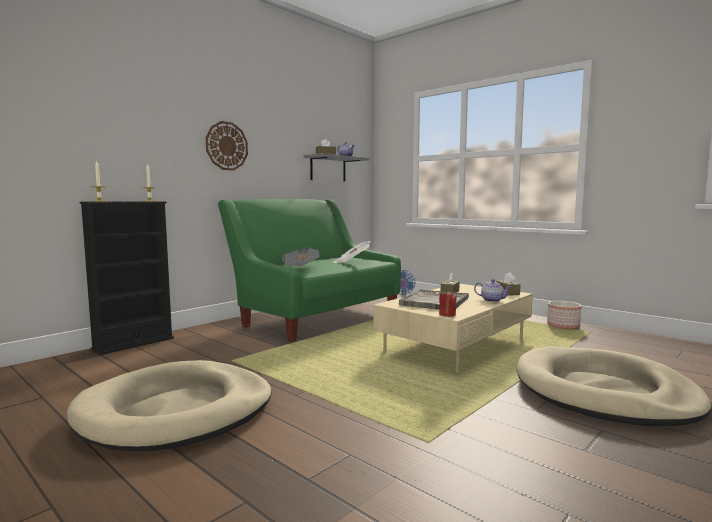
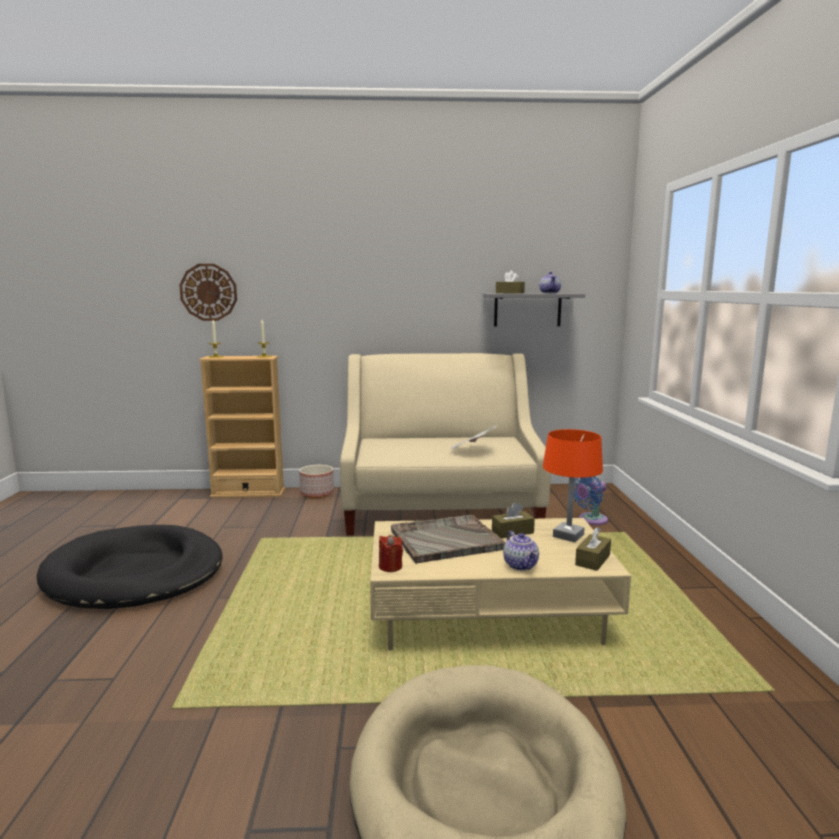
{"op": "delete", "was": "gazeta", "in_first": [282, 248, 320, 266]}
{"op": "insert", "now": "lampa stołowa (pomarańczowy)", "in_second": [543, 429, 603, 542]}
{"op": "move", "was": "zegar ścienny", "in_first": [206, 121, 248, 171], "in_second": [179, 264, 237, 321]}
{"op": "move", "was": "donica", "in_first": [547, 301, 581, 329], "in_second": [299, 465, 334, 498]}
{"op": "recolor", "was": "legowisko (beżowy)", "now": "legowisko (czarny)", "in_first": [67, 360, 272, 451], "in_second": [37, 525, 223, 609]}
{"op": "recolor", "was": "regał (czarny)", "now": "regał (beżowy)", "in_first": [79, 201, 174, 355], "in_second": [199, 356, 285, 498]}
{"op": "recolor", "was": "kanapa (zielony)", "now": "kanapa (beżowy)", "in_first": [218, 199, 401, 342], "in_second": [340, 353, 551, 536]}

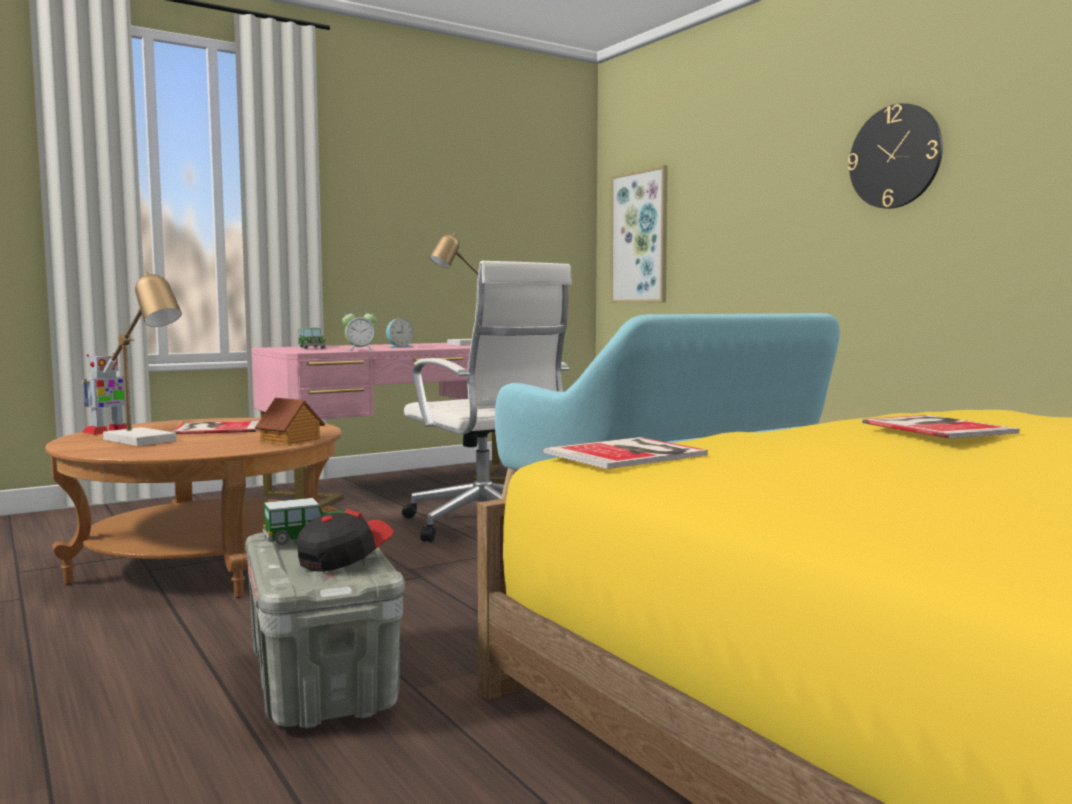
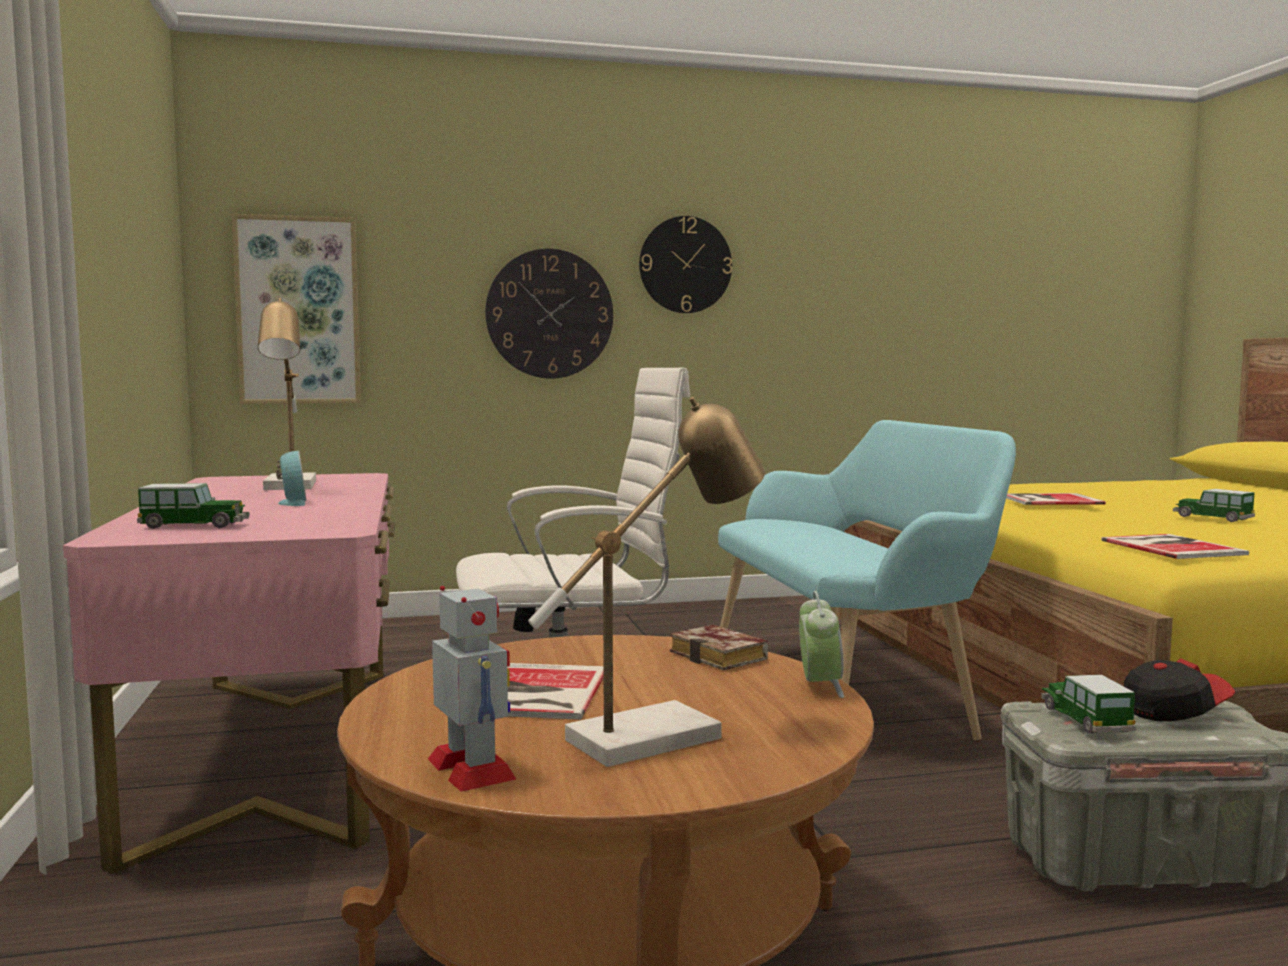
{"op": "insert", "now": "zegar ścienny", "in_second": [485, 248, 613, 379]}
{"op": "insert", "now": "samochodzik", "in_second": [1173, 489, 1255, 522]}
{"op": "move", "was": "budzik", "in_first": [342, 308, 377, 351], "in_second": [799, 591, 844, 698]}
{"op": "replace", "was": "domek", "now": "książka", "in_first": [255, 398, 325, 445], "in_second": [670, 625, 768, 670]}
{"op": "rotate", "was": "czapka z daszkiem", "in_first": [297, 509, 394, 572], "in_second": [1124, 658, 1235, 721], "clockwise": 105}

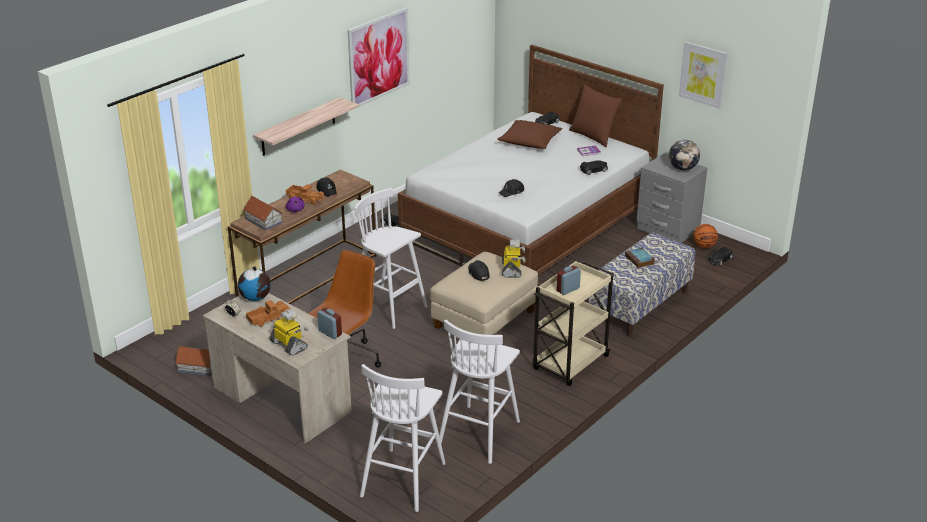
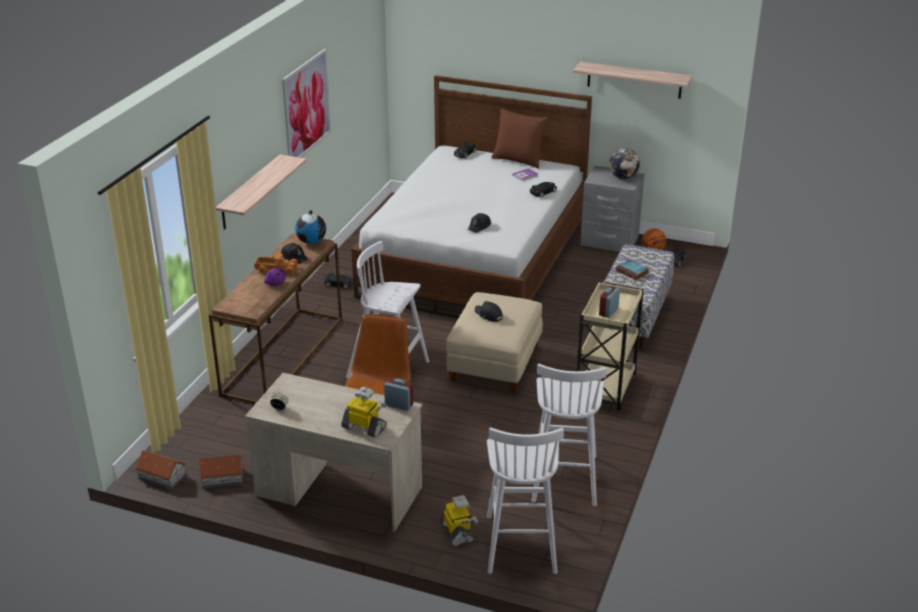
{"op": "delete", "was": "ciężarówka zabawkowa", "in_first": [246, 300, 291, 327]}
{"op": "delete", "was": "poduszka (brązowy)", "in_first": [498, 120, 562, 149]}
{"op": "move", "was": "globus", "in_first": [238, 266, 271, 301], "in_second": [295, 210, 326, 244]}
{"op": "move", "was": "domek", "in_first": [243, 196, 283, 231], "in_second": [135, 450, 186, 490]}
{"op": "move", "was": "robot zabawkowy", "in_first": [502, 239, 525, 278], "in_second": [440, 495, 478, 546]}
{"op": "replace", "was": "obraz", "now": "półka", "in_first": [679, 42, 728, 109], "in_second": [573, 62, 693, 99]}

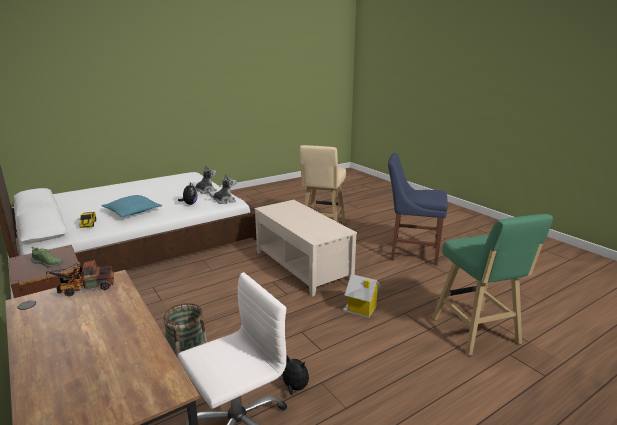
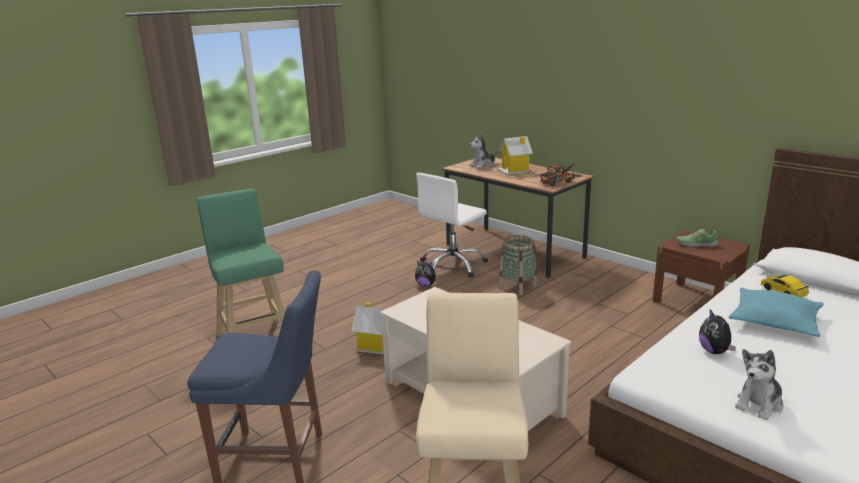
{"op": "insert", "now": "domek", "in_second": [498, 136, 533, 175]}
{"op": "move", "was": "pluszak", "in_first": [209, 174, 237, 204], "in_second": [469, 134, 498, 168]}

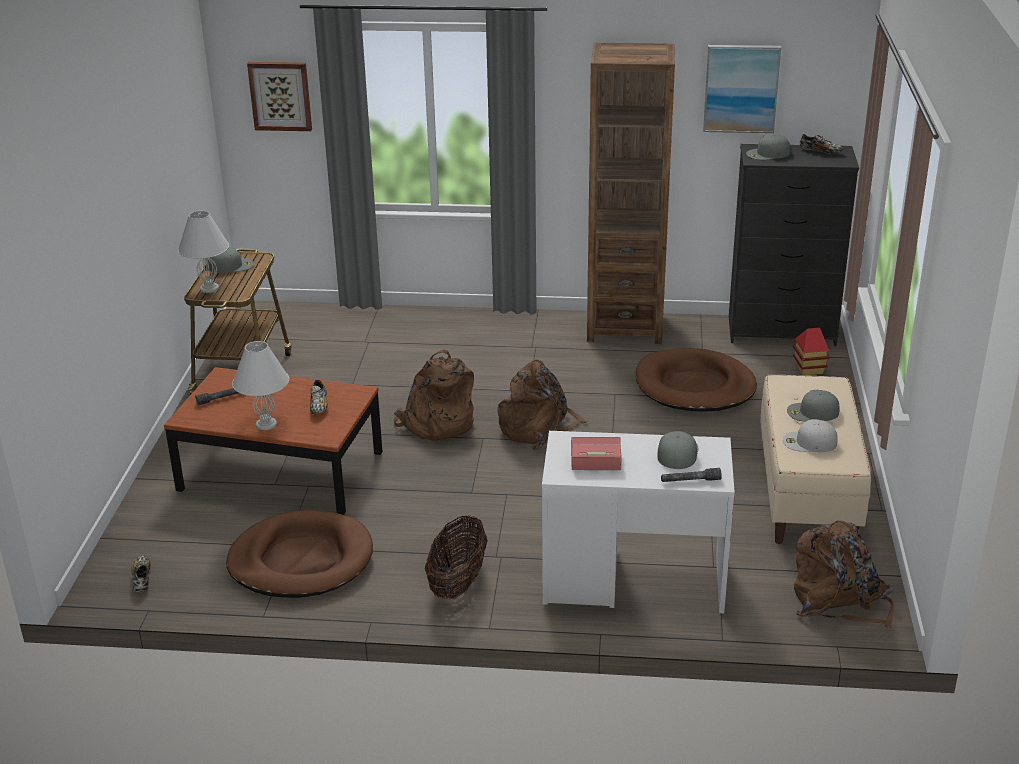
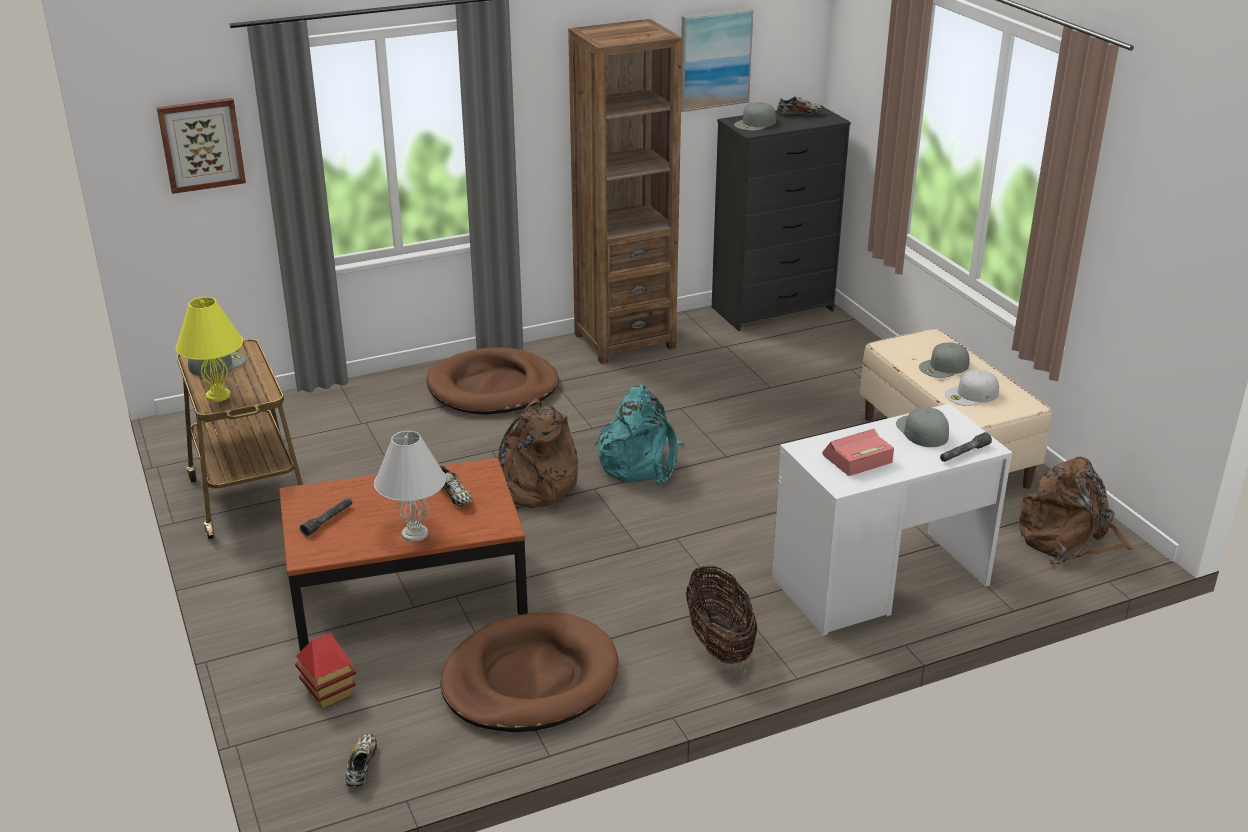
{"op": "move", "was": "legowisko (brązowy)", "in_first": [636, 348, 757, 412], "in_second": [426, 347, 559, 414]}
{"op": "move", "was": "domek", "in_first": [793, 328, 830, 375], "in_second": [295, 633, 356, 708]}
{"op": "recolor", "was": "lampa stołowa (biały)", "now": "lampa stołowa (żółty)", "in_first": [178, 211, 229, 293], "in_second": [176, 297, 243, 402]}
{"op": "recolor", "was": "plecak (brązowy)", "now": "plecak (turkusowy)", "in_first": [497, 360, 588, 450], "in_second": [595, 384, 684, 485]}
{"op": "rotate", "was": "but", "in_first": [131, 555, 151, 593], "in_second": [345, 734, 377, 789], "clockwise": 45}

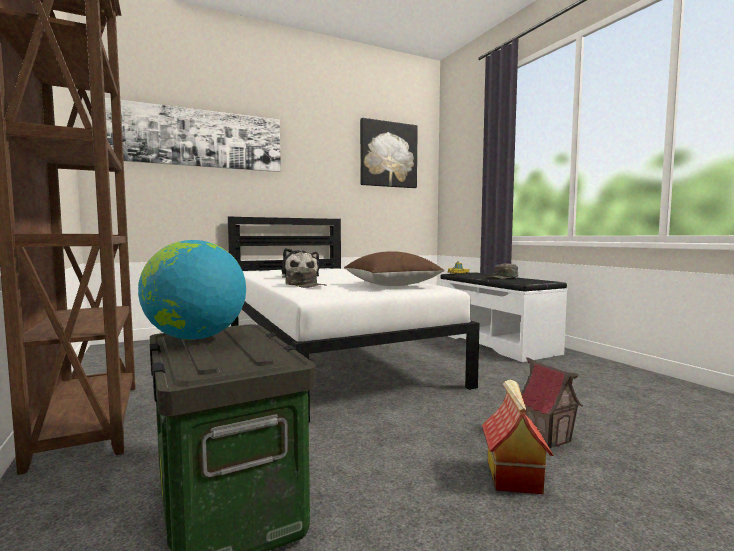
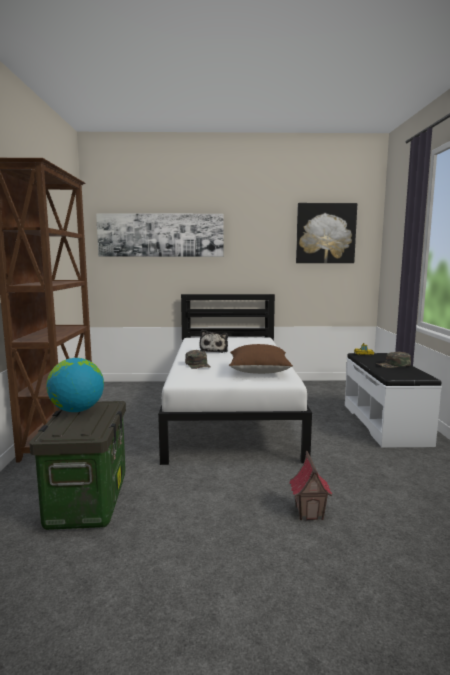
{"op": "delete", "was": "domek", "in_first": [482, 379, 554, 494]}

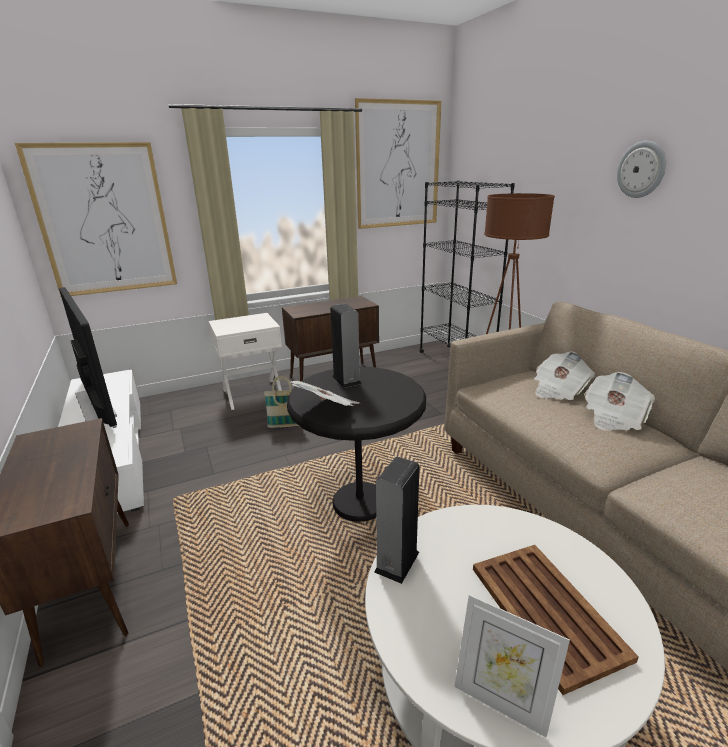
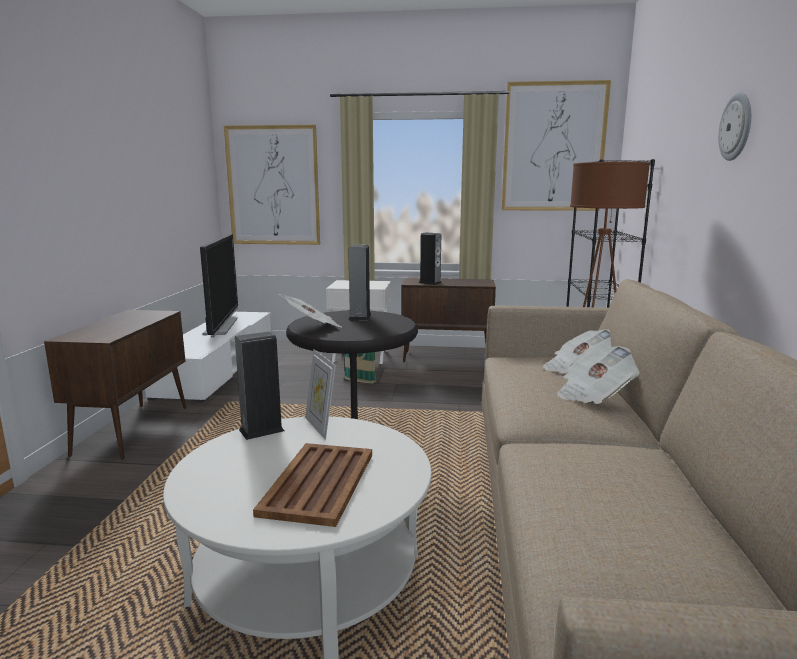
{"op": "insert", "now": "głośnik", "in_second": [419, 233, 442, 285]}
{"op": "move", "was": "ramka na zdjęcie", "in_first": [454, 595, 570, 738], "in_second": [305, 349, 336, 440]}

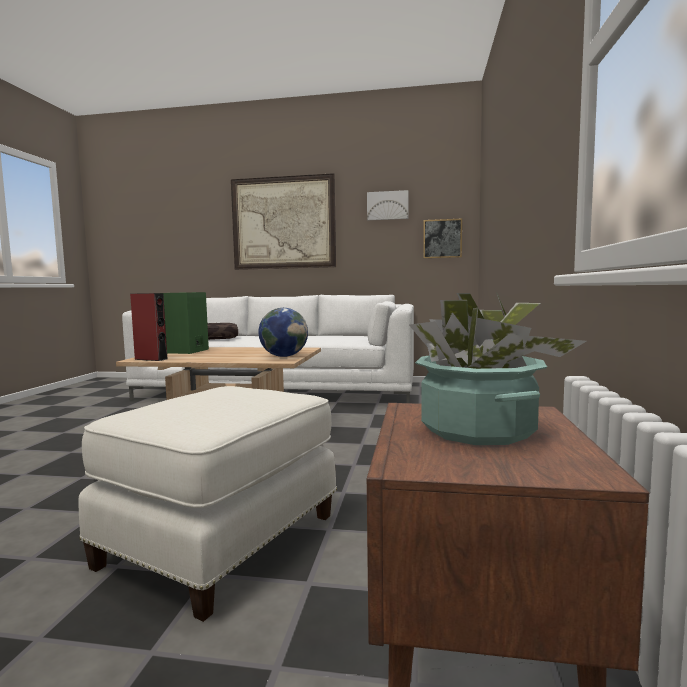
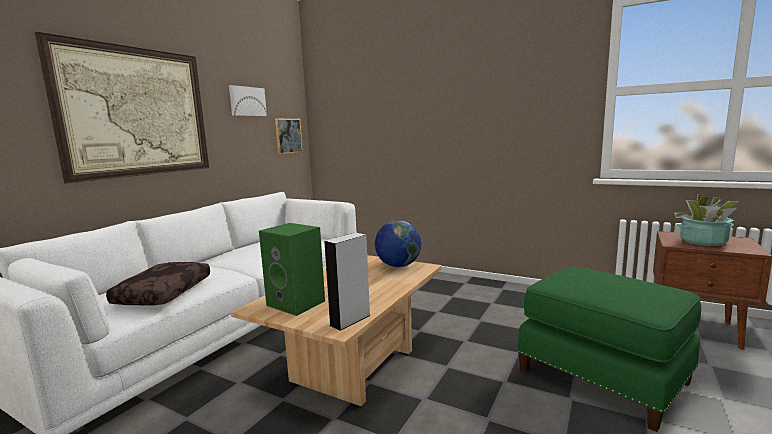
{"op": "recolor", "was": "pufa (biały)", "now": "pufa (zielony)", "in_first": [78, 386, 337, 622], "in_second": [517, 267, 701, 432]}
{"op": "recolor", "was": "głośnik (czerwony)", "now": "głośnik (szary)", "in_first": [130, 293, 167, 361], "in_second": [324, 233, 371, 331]}

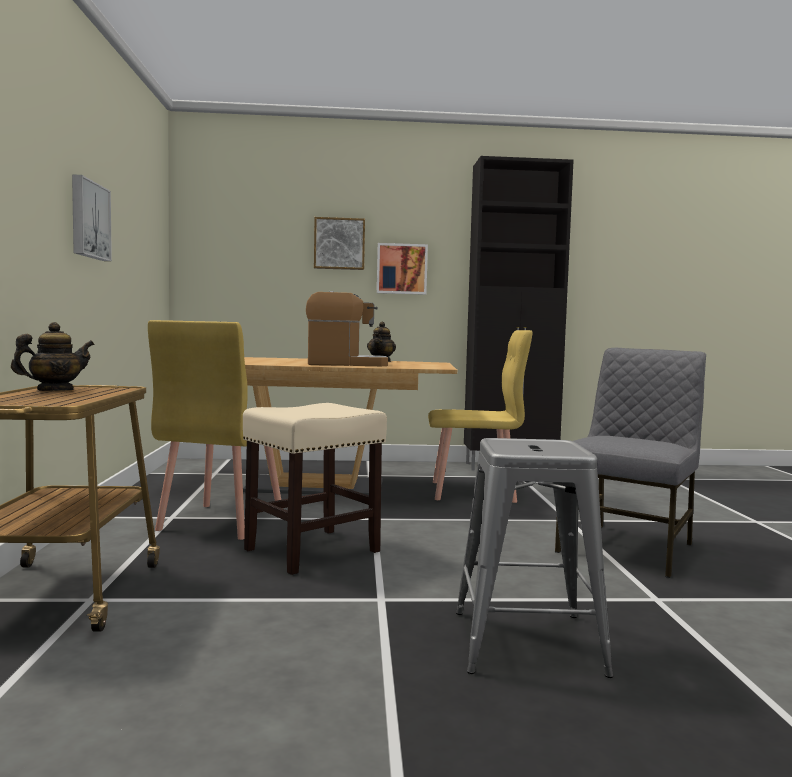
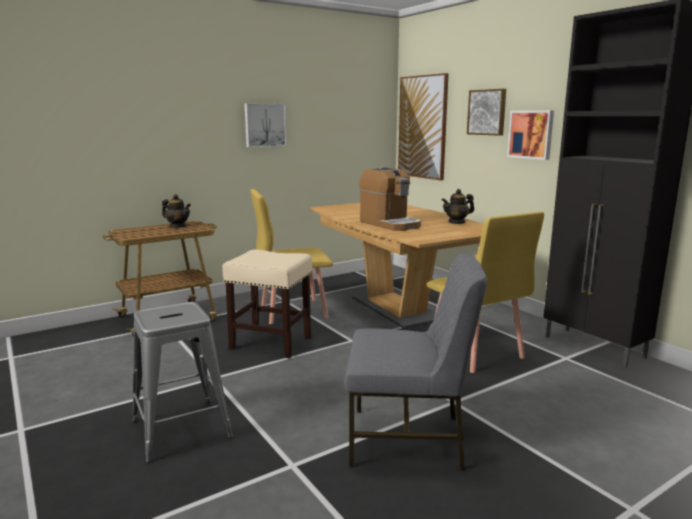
{"op": "insert", "now": "obraz", "in_second": [398, 73, 449, 180]}

